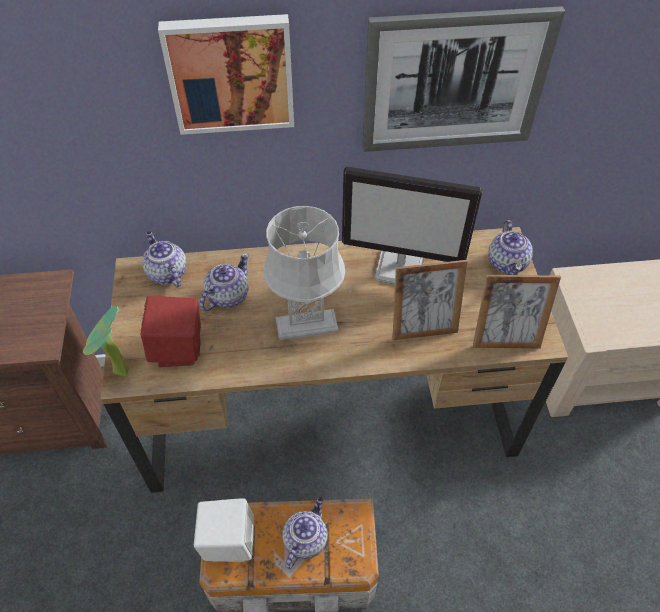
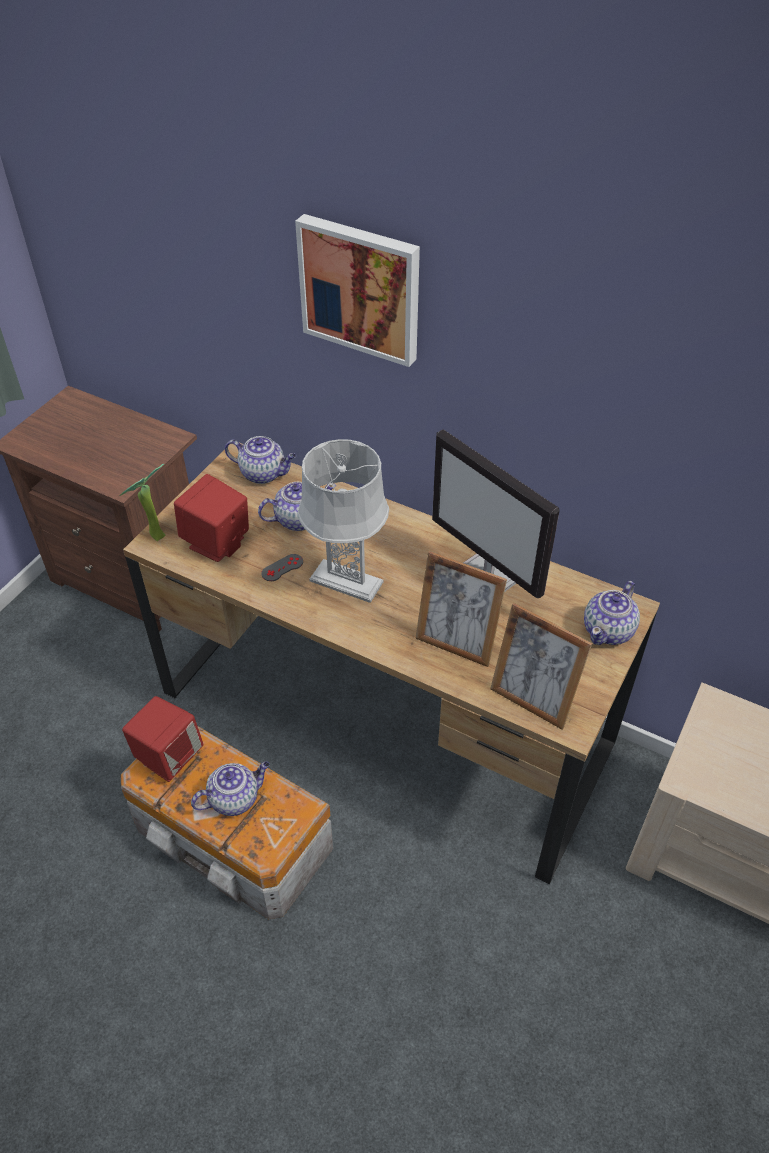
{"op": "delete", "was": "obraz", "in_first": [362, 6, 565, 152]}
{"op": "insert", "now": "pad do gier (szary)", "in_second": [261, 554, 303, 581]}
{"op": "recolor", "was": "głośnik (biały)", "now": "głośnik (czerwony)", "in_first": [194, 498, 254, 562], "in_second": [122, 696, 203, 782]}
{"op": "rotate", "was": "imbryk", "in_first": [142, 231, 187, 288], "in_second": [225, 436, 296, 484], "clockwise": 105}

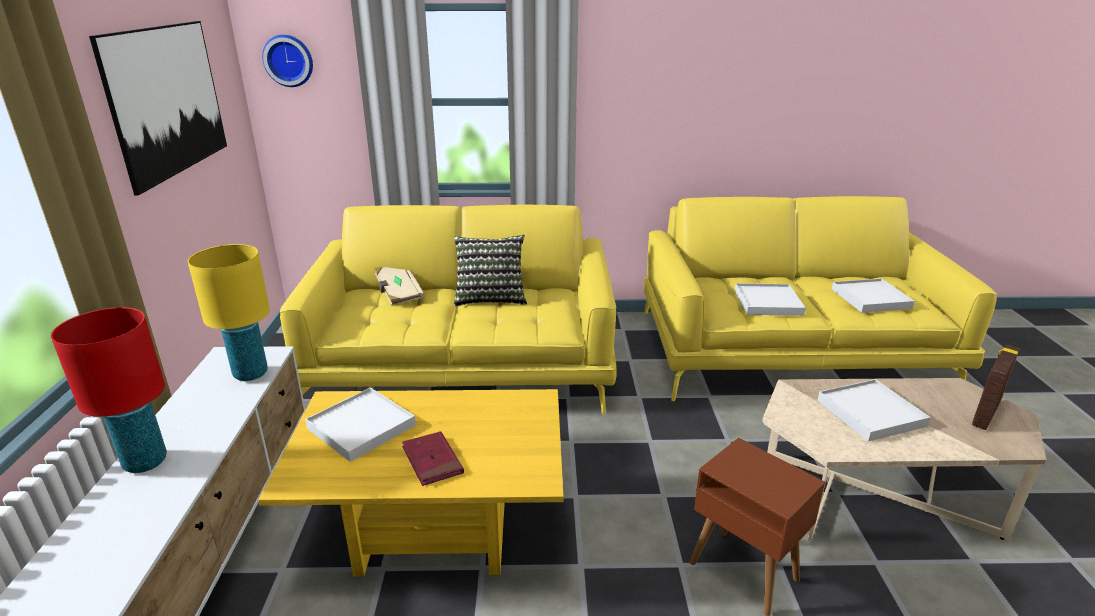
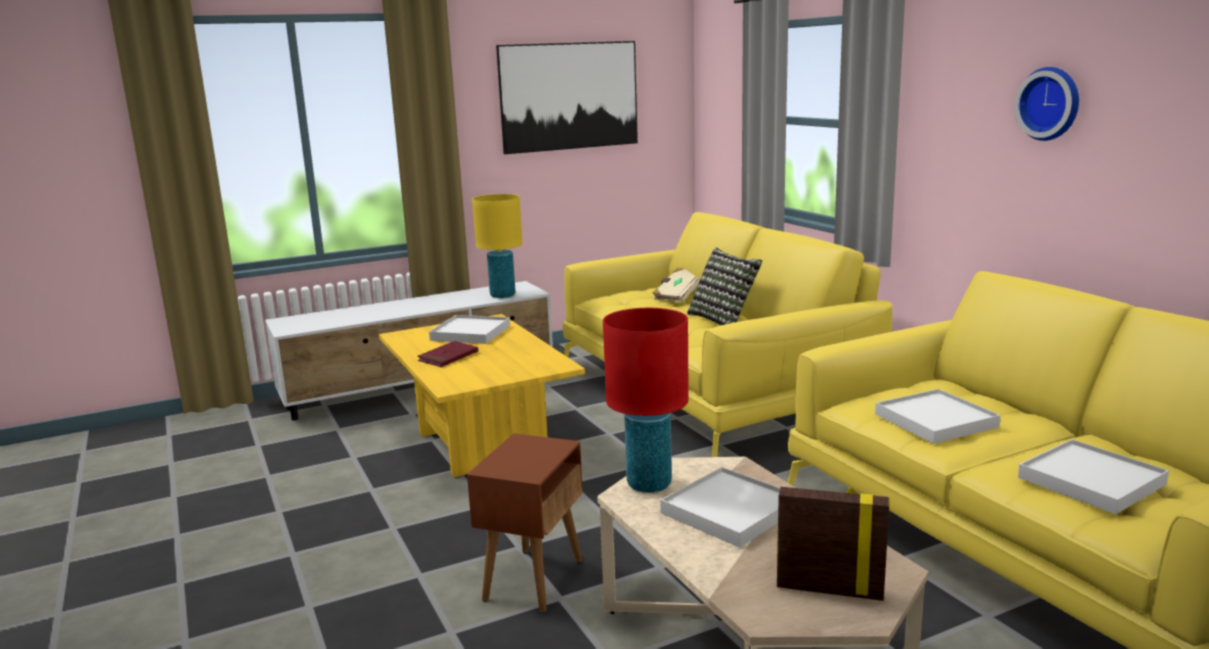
{"op": "move", "was": "lampa stołowa (czerwony)", "in_first": [51, 307, 167, 473], "in_second": [603, 308, 689, 493]}
{"op": "move", "was": "zegar ścienny", "in_first": [262, 35, 313, 87], "in_second": [1014, 67, 1079, 141]}

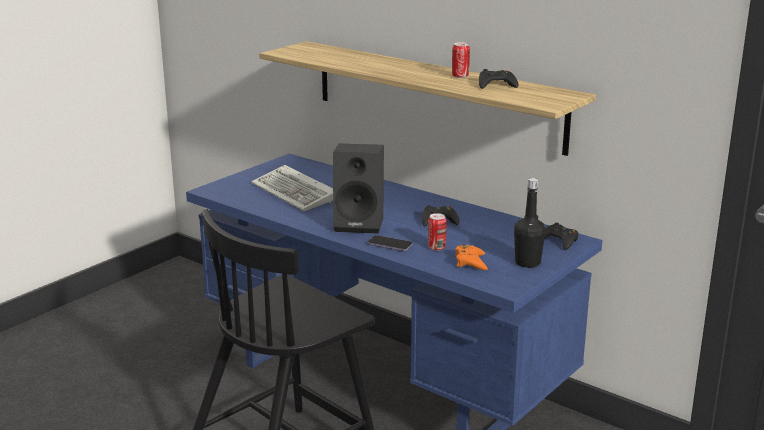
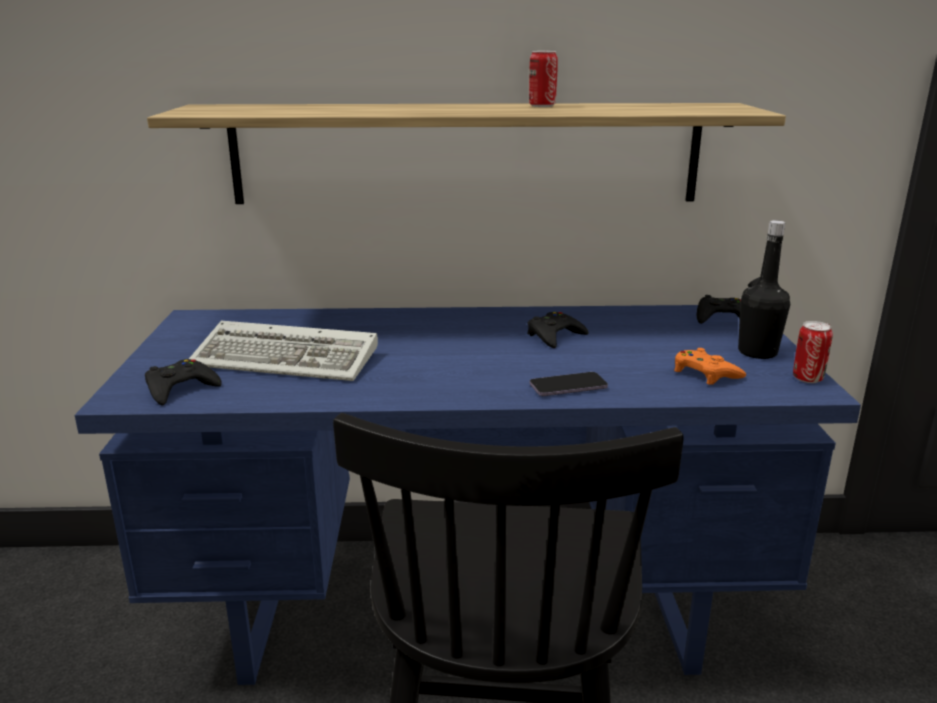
{"op": "delete", "was": "głośnik (czarny)", "in_first": [333, 144, 384, 234]}
{"op": "move", "was": "puszka", "in_first": [428, 213, 447, 251], "in_second": [793, 321, 833, 383]}
{"op": "move", "was": "pad do gier (czarny)", "in_first": [479, 69, 518, 89], "in_second": [145, 359, 222, 405]}

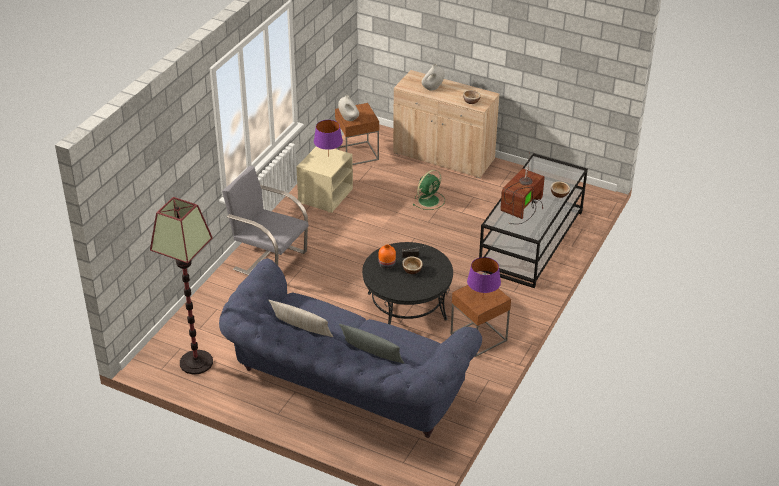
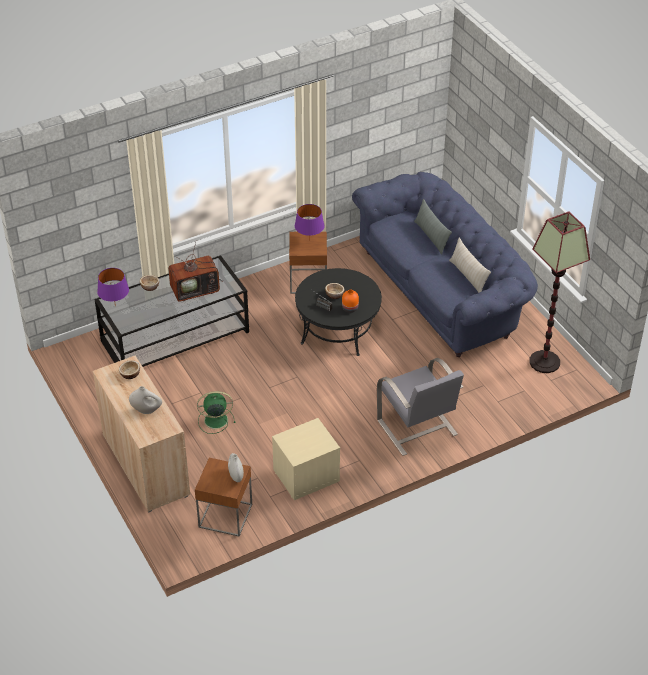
{"op": "move", "was": "lampa stołowa (fioletowy)", "in_first": [314, 120, 343, 157], "in_second": [97, 268, 129, 306]}

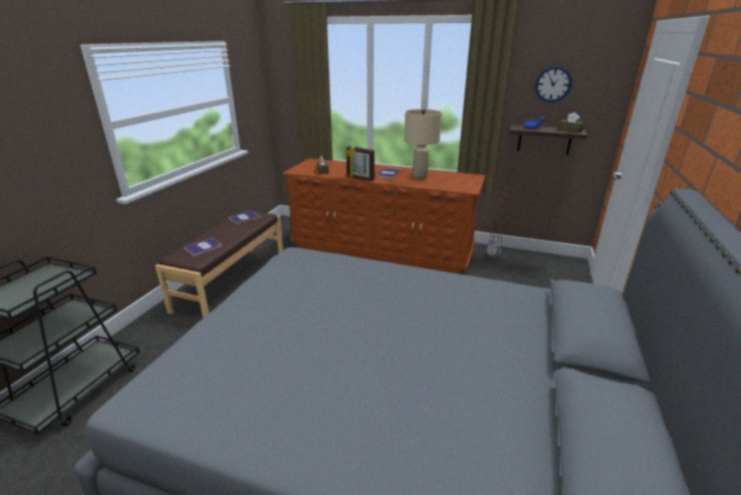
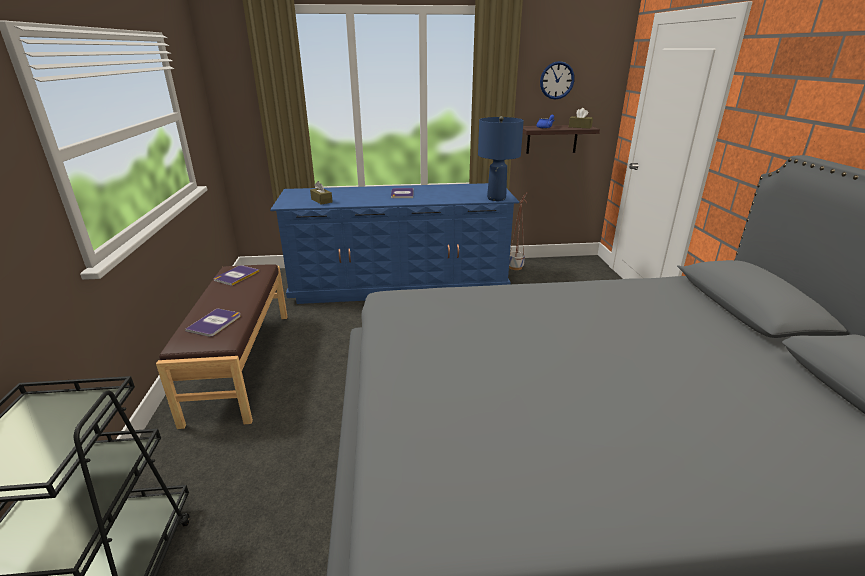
{"op": "delete", "was": "ramka na zdjęcie", "in_first": [346, 146, 374, 182]}
{"op": "delete", "was": "lampa stołowa (beżowy)", "in_first": [404, 109, 442, 179]}
{"op": "insert", "now": "lampa stołowa (niebieski)", "in_second": [478, 116, 524, 201]}
{"op": "recolor", "was": "komoda (brązowy)", "now": "komoda (niebieski)", "in_first": [282, 158, 486, 274], "in_second": [270, 183, 519, 304]}

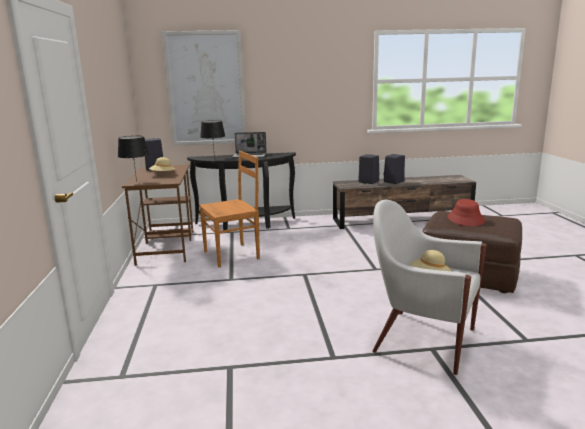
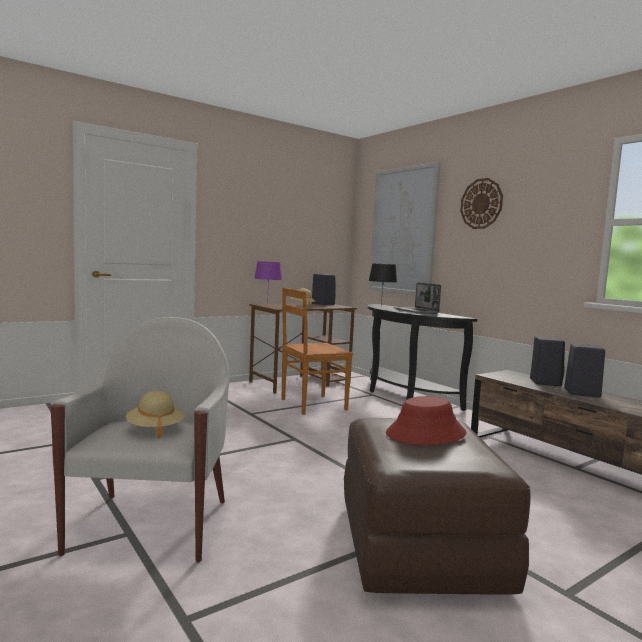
{"op": "insert", "now": "zegar ścienny", "in_second": [460, 178, 503, 229]}
{"op": "recolor", "was": "lampa stołowa (czarny)", "now": "lampa stołowa (fioletowy)", "in_first": [118, 136, 149, 182], "in_second": [254, 261, 283, 305]}
{"op": "rotate", "was": "krzesło (brązowy)", "in_first": [199, 151, 260, 268], "in_second": [282, 288, 353, 415], "clockwise": 120}

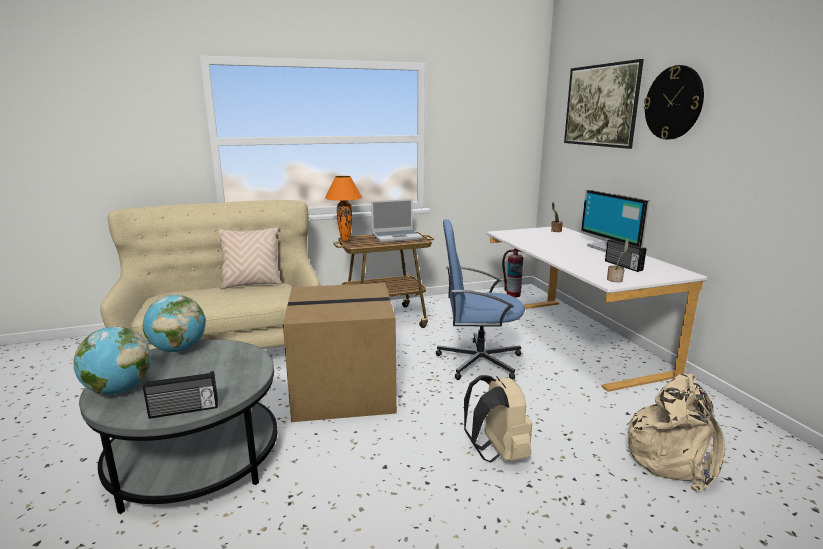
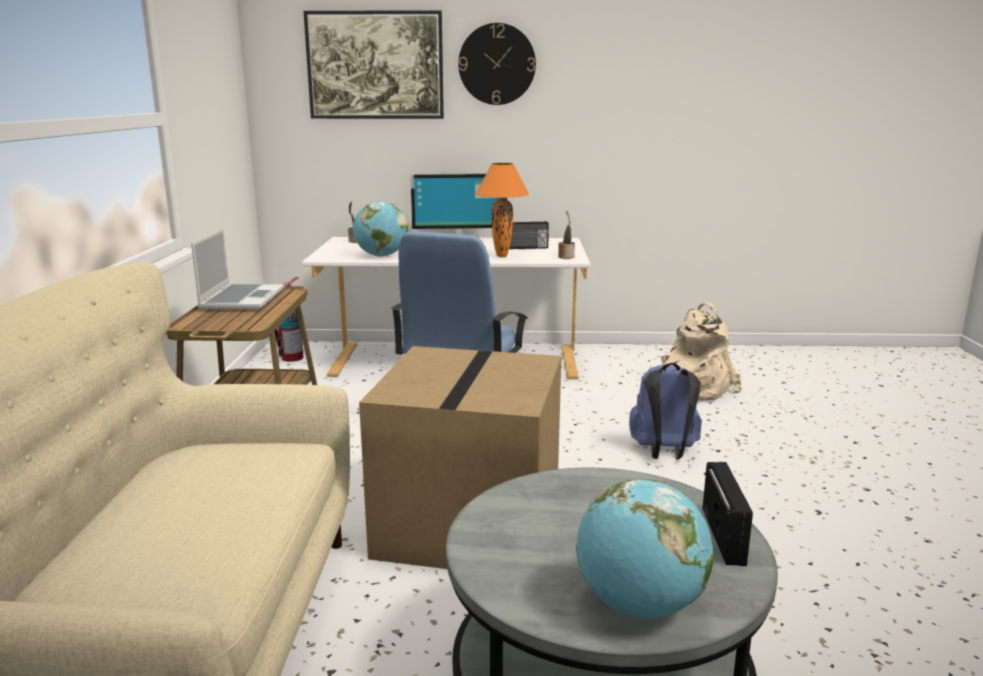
{"op": "delete", "was": "poduszka (beżowy)", "in_first": [218, 227, 282, 289]}
{"op": "move", "was": "globus", "in_first": [143, 295, 206, 352], "in_second": [353, 201, 408, 257]}
{"op": "move", "was": "lampa stołowa (pomarańczowy)", "in_first": [325, 176, 362, 241], "in_second": [476, 163, 529, 257]}
{"op": "recolor", "was": "plecak (beżowy)", "now": "plecak (niebieski)", "in_first": [464, 375, 532, 462], "in_second": [629, 363, 702, 460]}

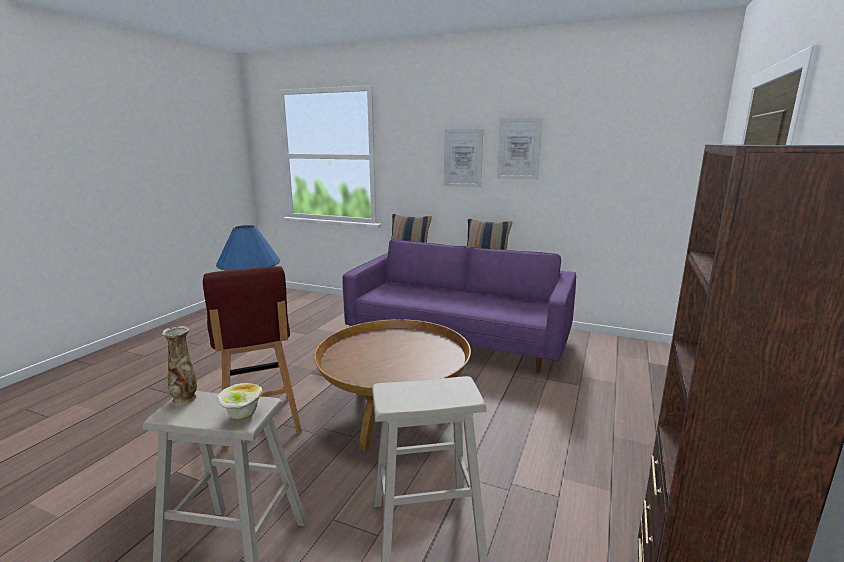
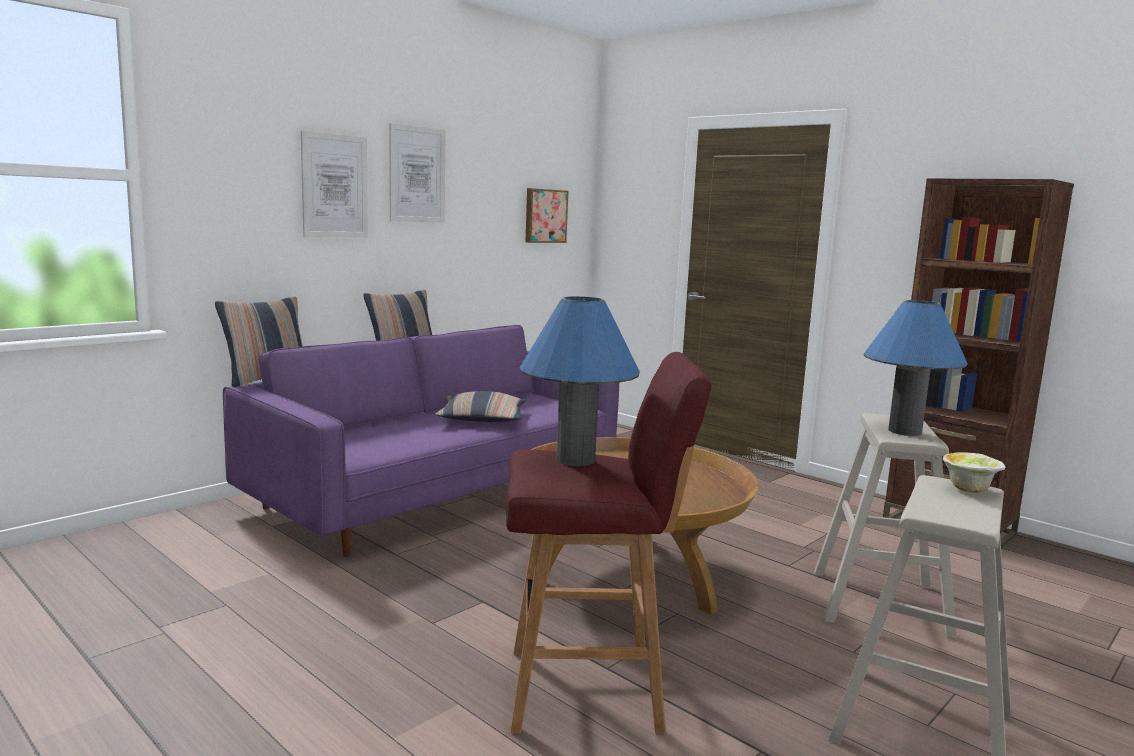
{"op": "delete", "was": "wazon", "in_first": [162, 326, 197, 405]}
{"op": "insert", "now": "poduszka", "in_second": [435, 391, 527, 422]}
{"op": "insert", "now": "obraz", "in_second": [526, 188, 568, 243]}
{"op": "insert", "now": "lampa stołowa (niebieski)", "in_second": [864, 300, 968, 436]}

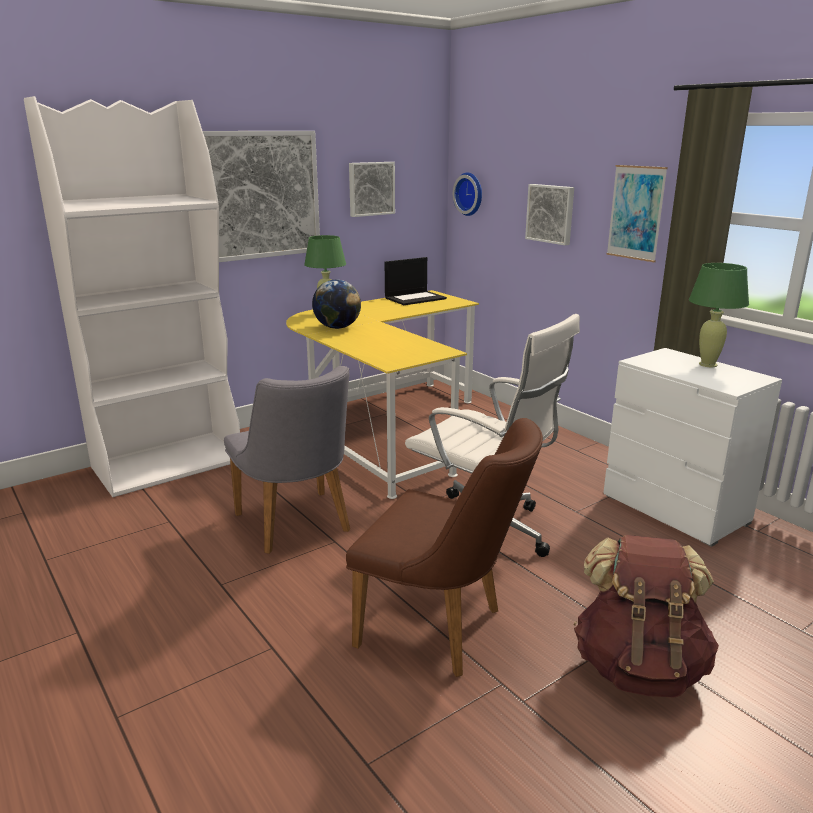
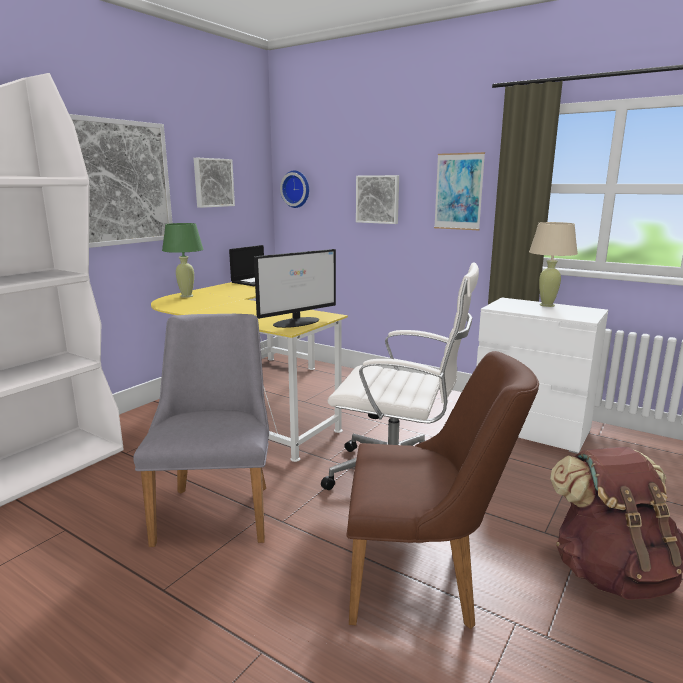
{"op": "delete", "was": "globus", "in_first": [312, 280, 361, 329]}
{"op": "insert", "now": "monitor", "in_second": [254, 249, 336, 328]}
{"op": "recolor", "was": "lampa stołowa (zielony)", "now": "lampa stołowa (beżowy)", "in_first": [689, 263, 749, 367], "in_second": [529, 222, 578, 307]}
{"op": "rotate", "was": "krzesło (szary)", "in_first": [224, 366, 350, 554], "in_second": [133, 314, 269, 547], "clockwise": -135}

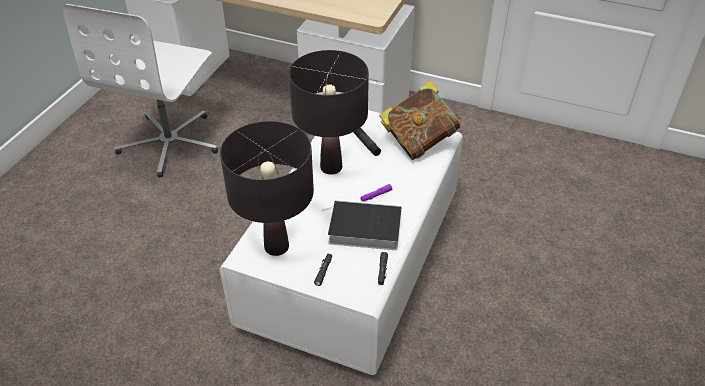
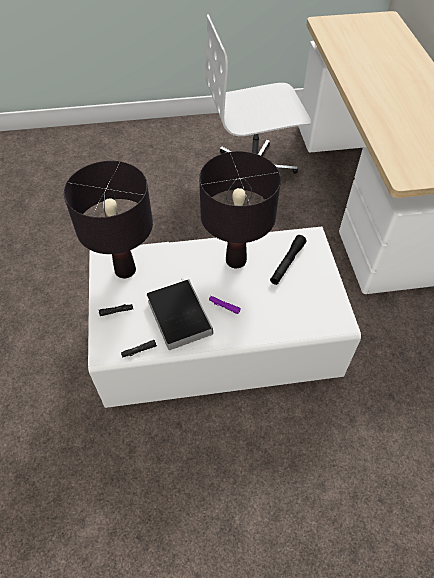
{"op": "delete", "was": "książka", "in_first": [379, 80, 462, 160]}

